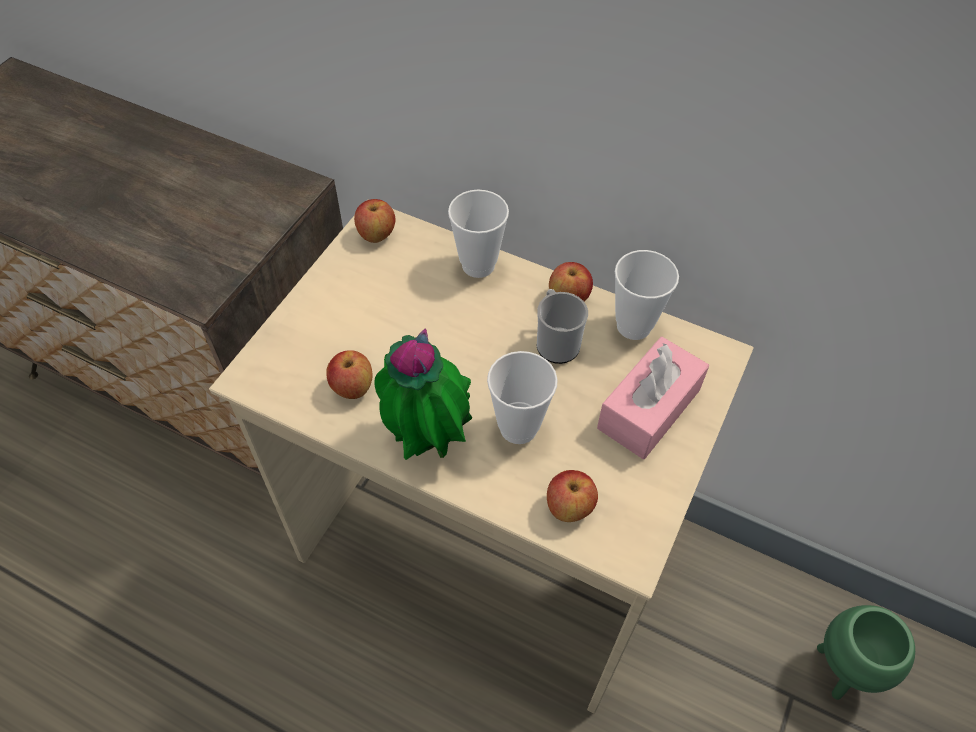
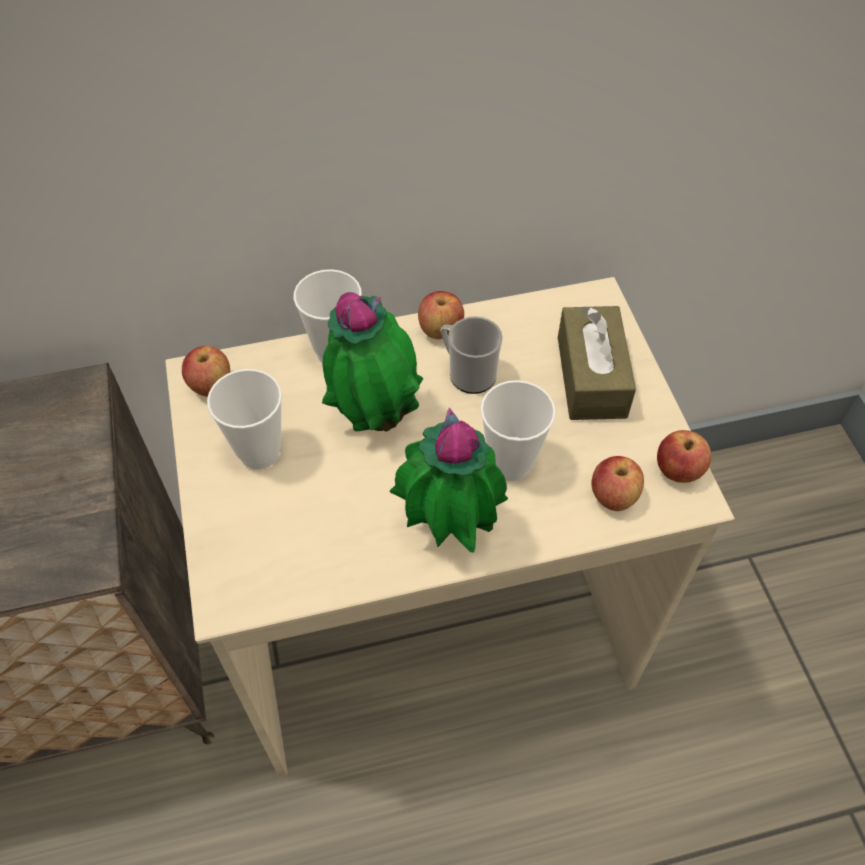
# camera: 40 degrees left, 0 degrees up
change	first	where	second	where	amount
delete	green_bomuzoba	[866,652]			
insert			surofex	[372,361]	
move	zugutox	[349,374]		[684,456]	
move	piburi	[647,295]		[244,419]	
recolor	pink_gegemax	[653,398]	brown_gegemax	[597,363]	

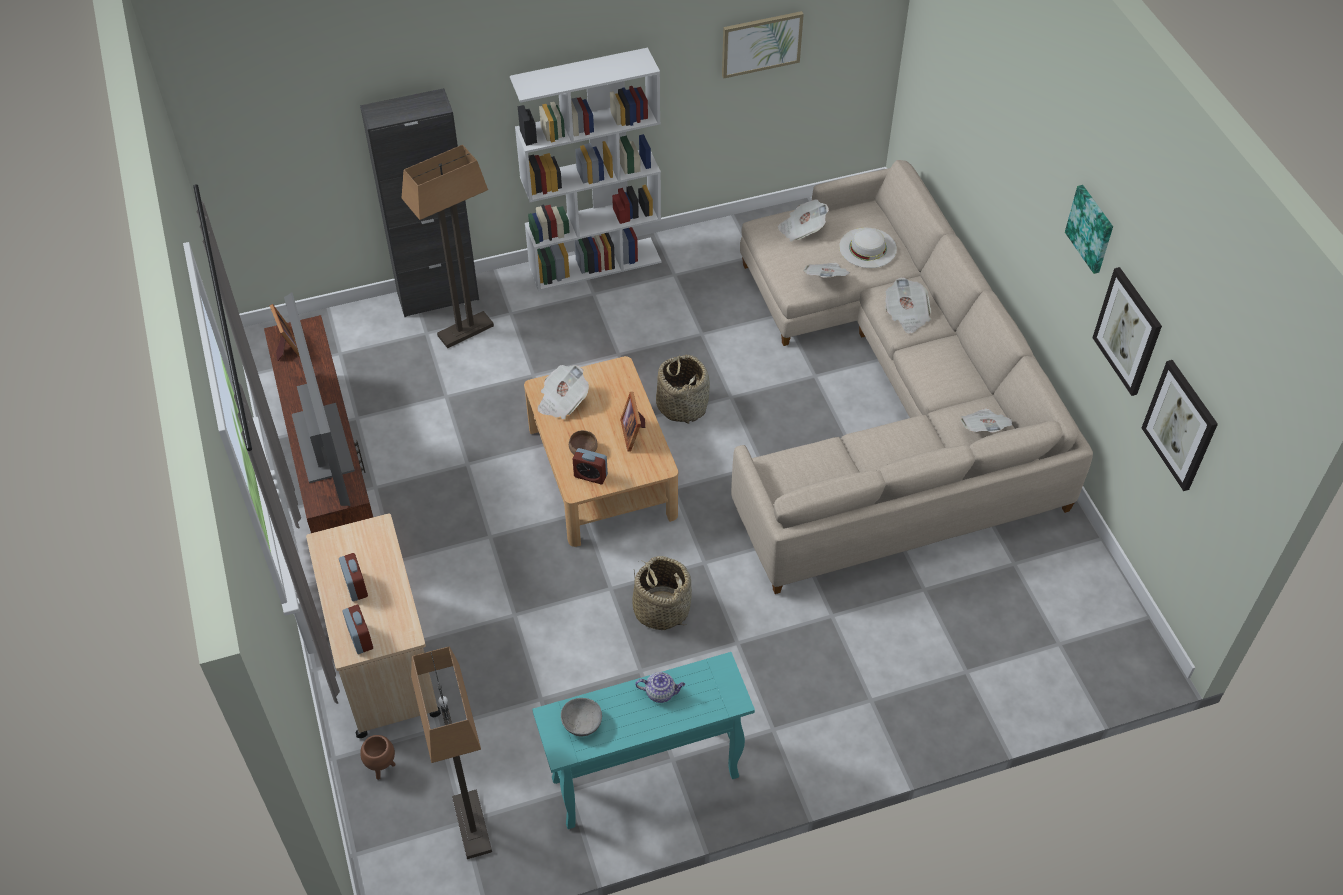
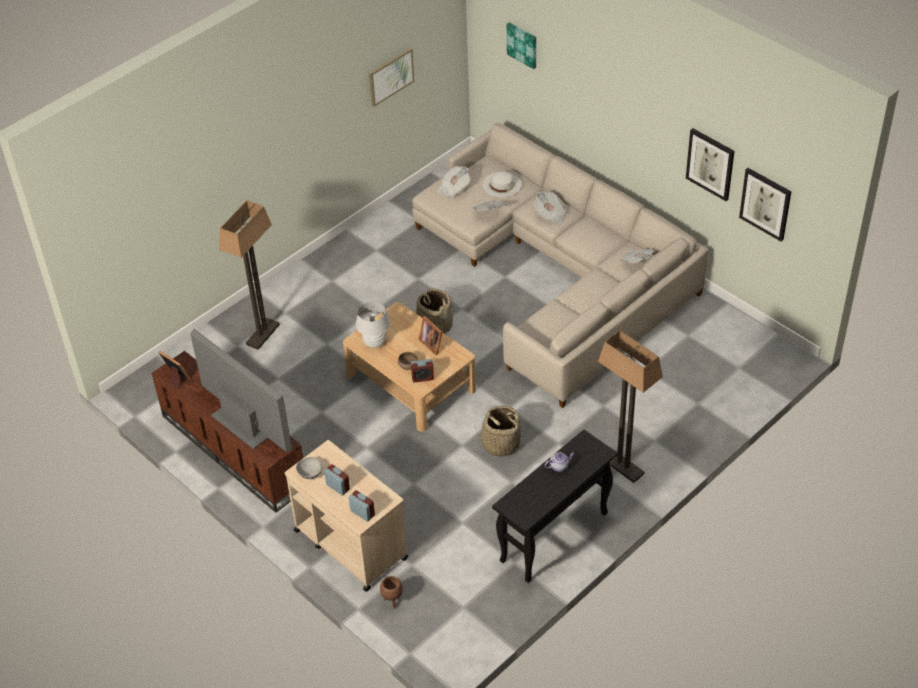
# camera: 25 degrees left, 5 degrees down
change	first	where	second	where	amount
delete	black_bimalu	[419,202]			
delete	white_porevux	[585,169]			
move	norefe	[451,752]		[630,407]	
move	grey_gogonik	[581,717]		[309,468]	
move	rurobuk	[1089,229]		[521,45]	
replace	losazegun	[563,392]	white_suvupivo	[372,324]	
recolor	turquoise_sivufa	[643,740]	black_sivufa	[554,506]	

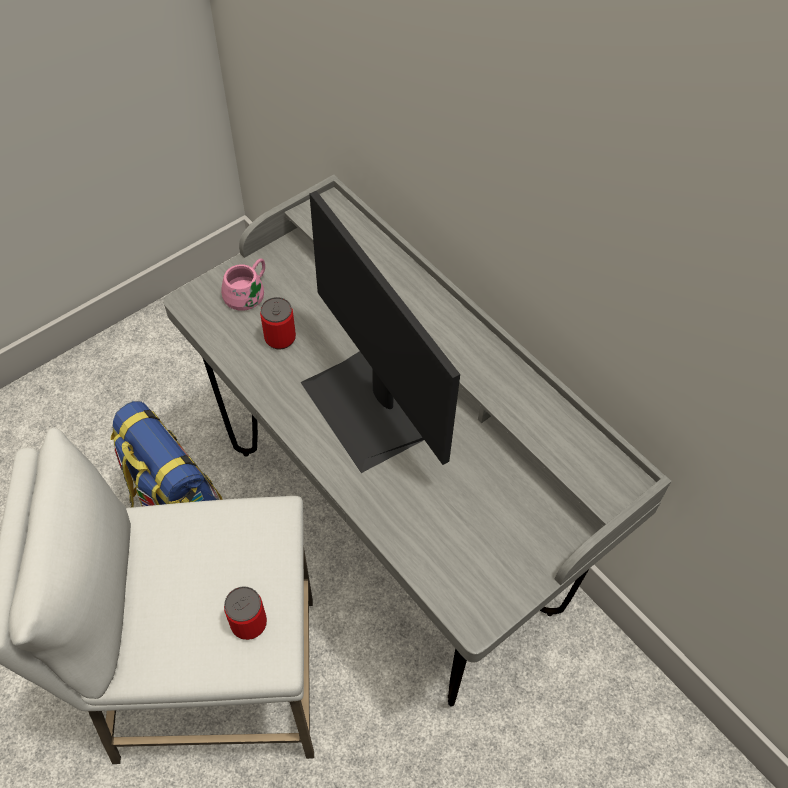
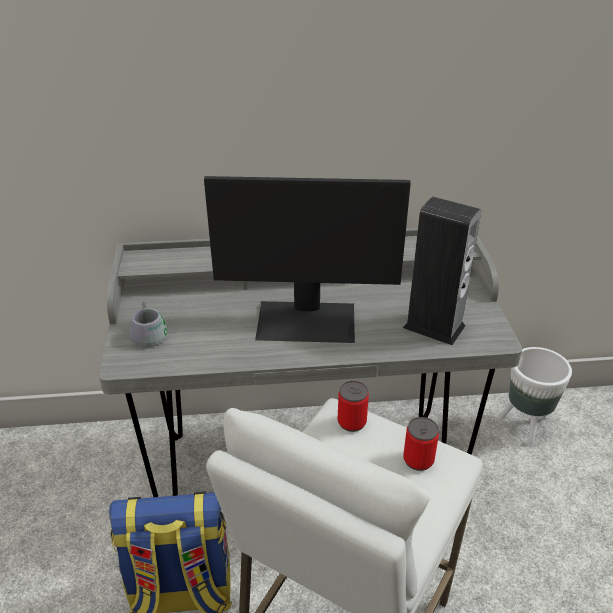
# camera: 55 degrees left, 20 degrees down
change	first	where	second	where	amount
insert			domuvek	[442,271]	
insert			white_bomuzoba	[535,397]	
move	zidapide	[278,323]		[353,406]	
recolor	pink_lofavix	[243,285]	grey_lofavix	[151,324]	

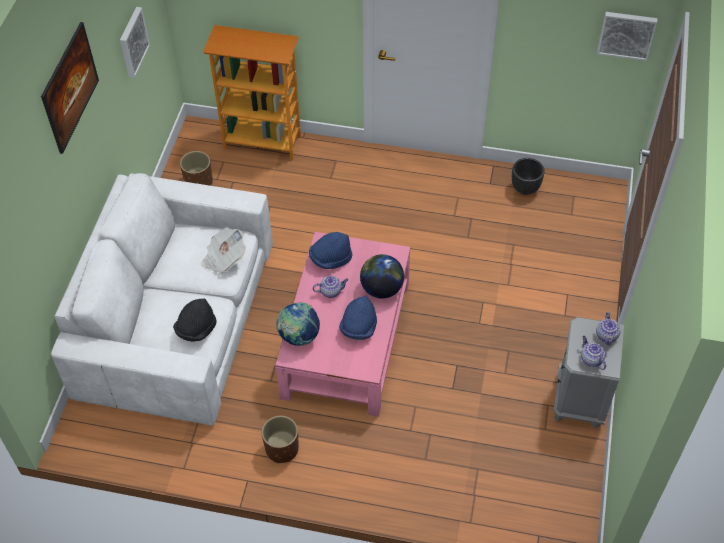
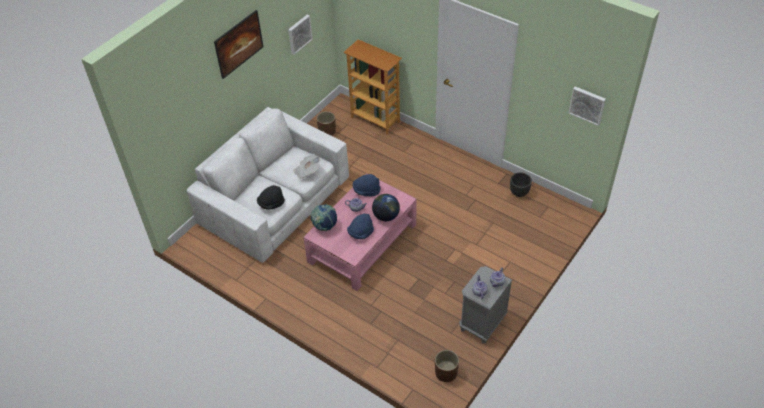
# camera: 25 degrees right, 5 degrees down
change	first	where	second	where	amount
move	brown_bomuzoba	[280,439]		[447,366]	

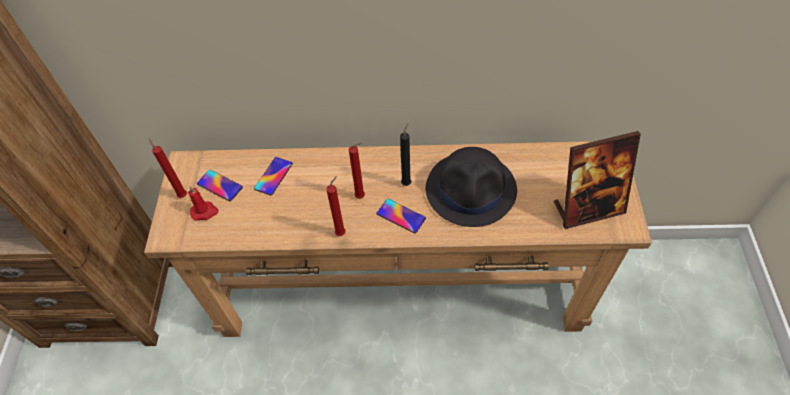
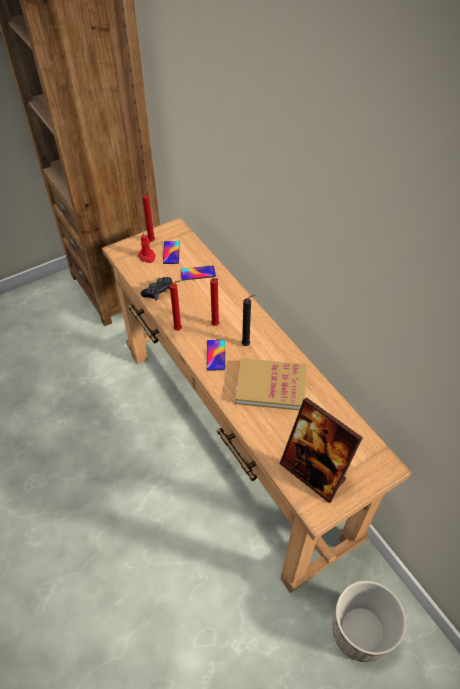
# camera: 55 degrees right, 5 degrees down
change	first	where	second	where	amount
insert			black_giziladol	[157,288]	
insert			bomuzoba	[369,621]	
replace	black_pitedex	[471,187]	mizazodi	[270,384]	

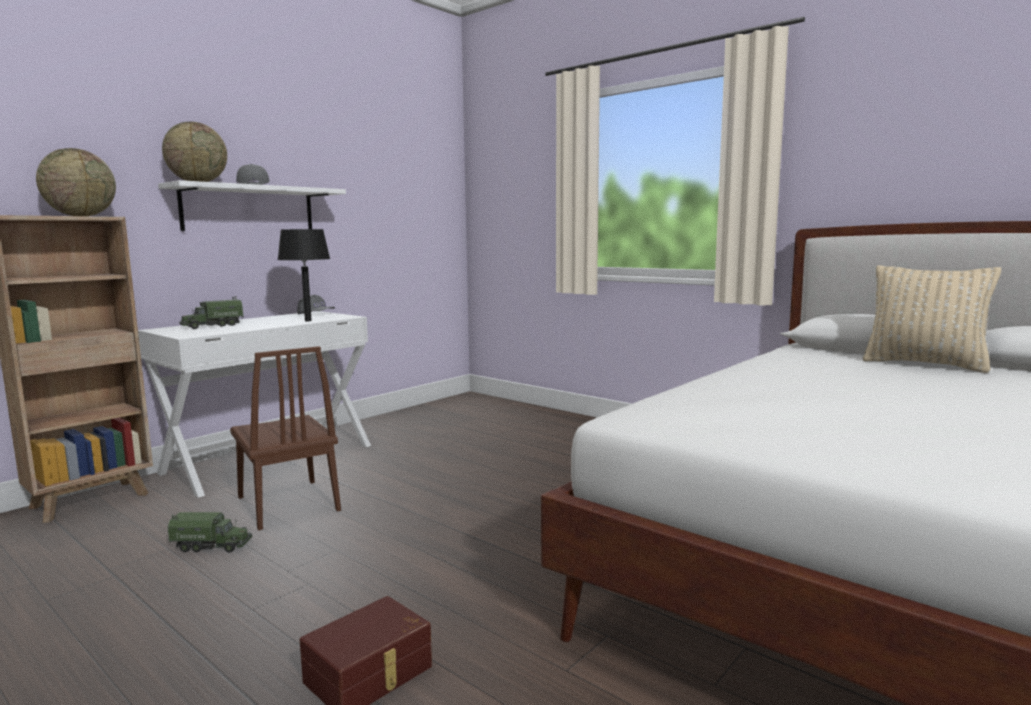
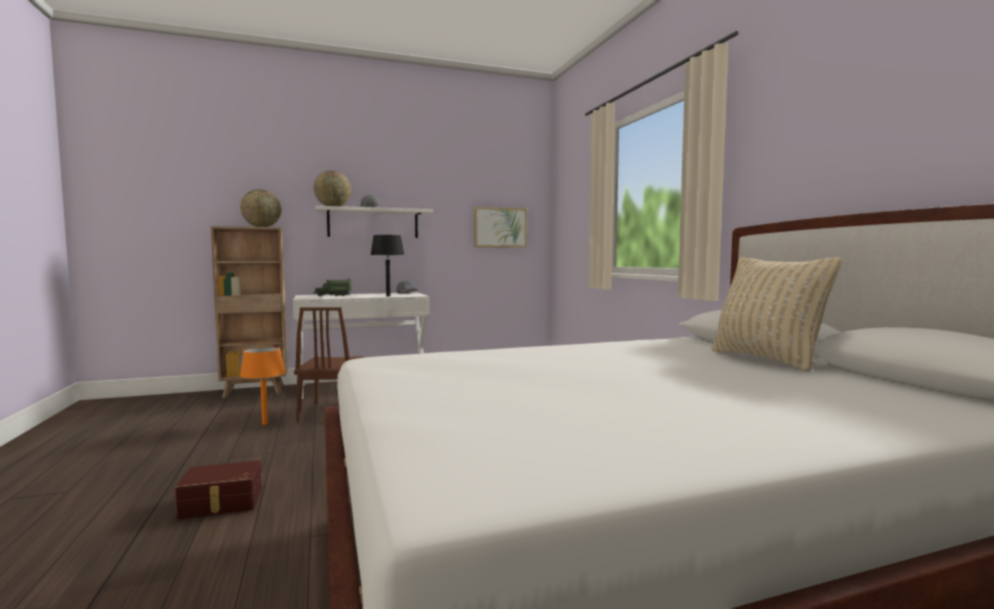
# camera: 30 degrees right, 5 degrees down
change	first	where	second	where	amount
insert			rurobuk	[500,227]	
replace	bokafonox	[210,532]	orange_suvupivo	[263,386]	

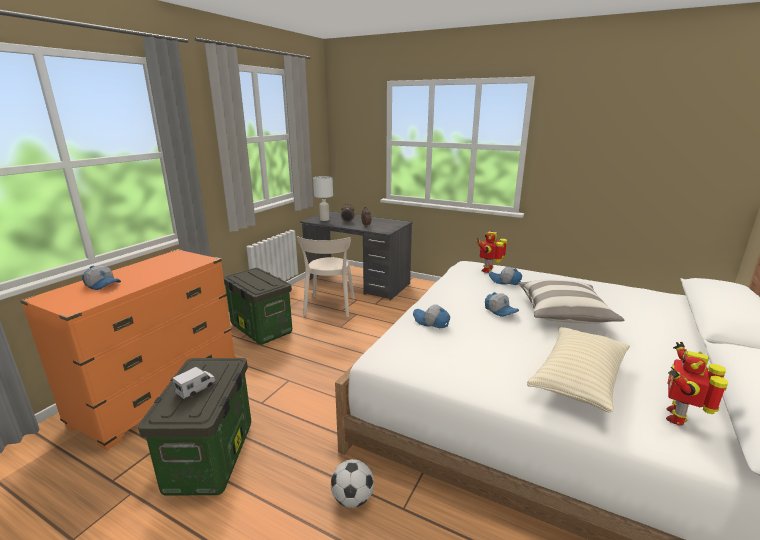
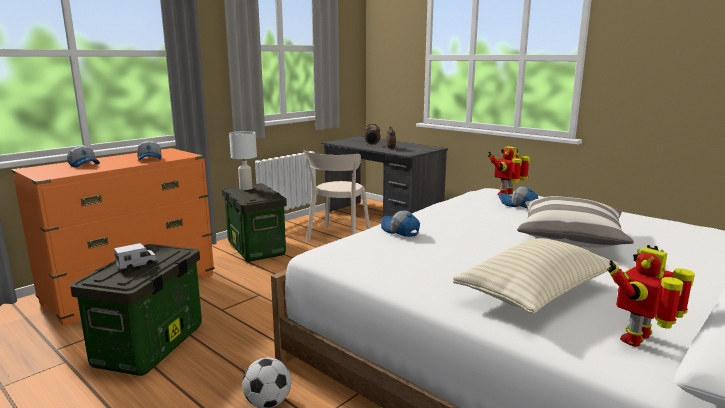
# camera: 15 degrees right, 5 degrees down
change	first	where	second	where	amount
move	white_suvupivo	[323,198]		[243,160]	
move	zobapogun	[502,304]		[149,151]	

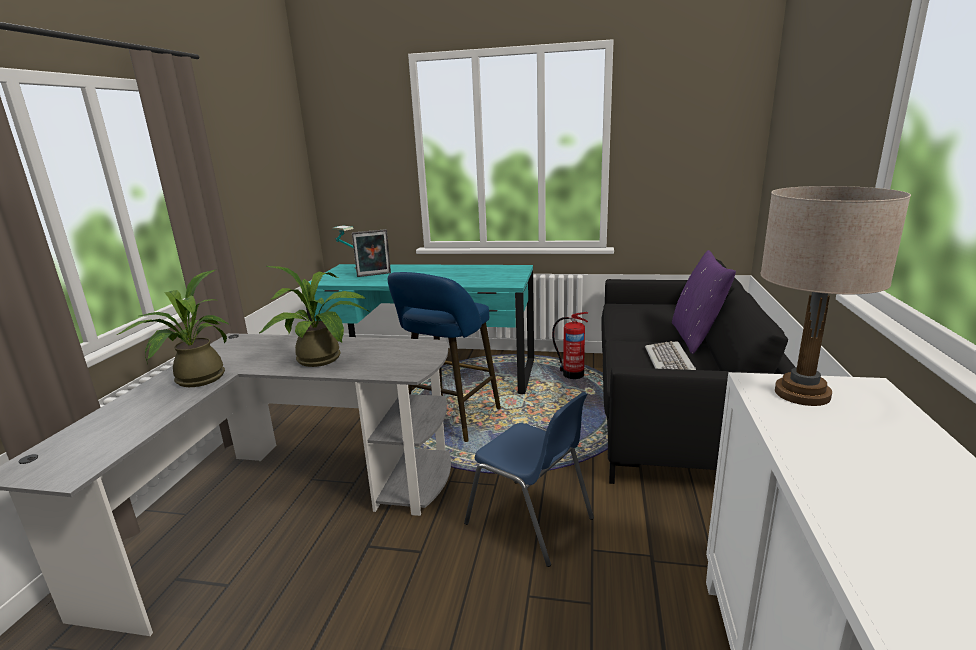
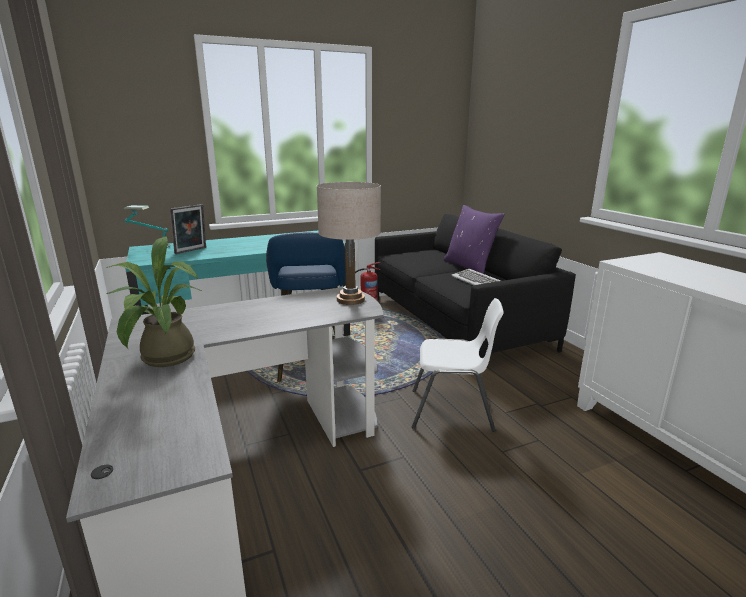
# camera: 35 degrees left, 0 degrees up
change	first	where	second	where	amount
delete	surofex	[313,316]			
move	beige_suvupivo	[835,296]		[349,243]	
recolor	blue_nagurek	[529,479]	white_nagurek	[458,365]	

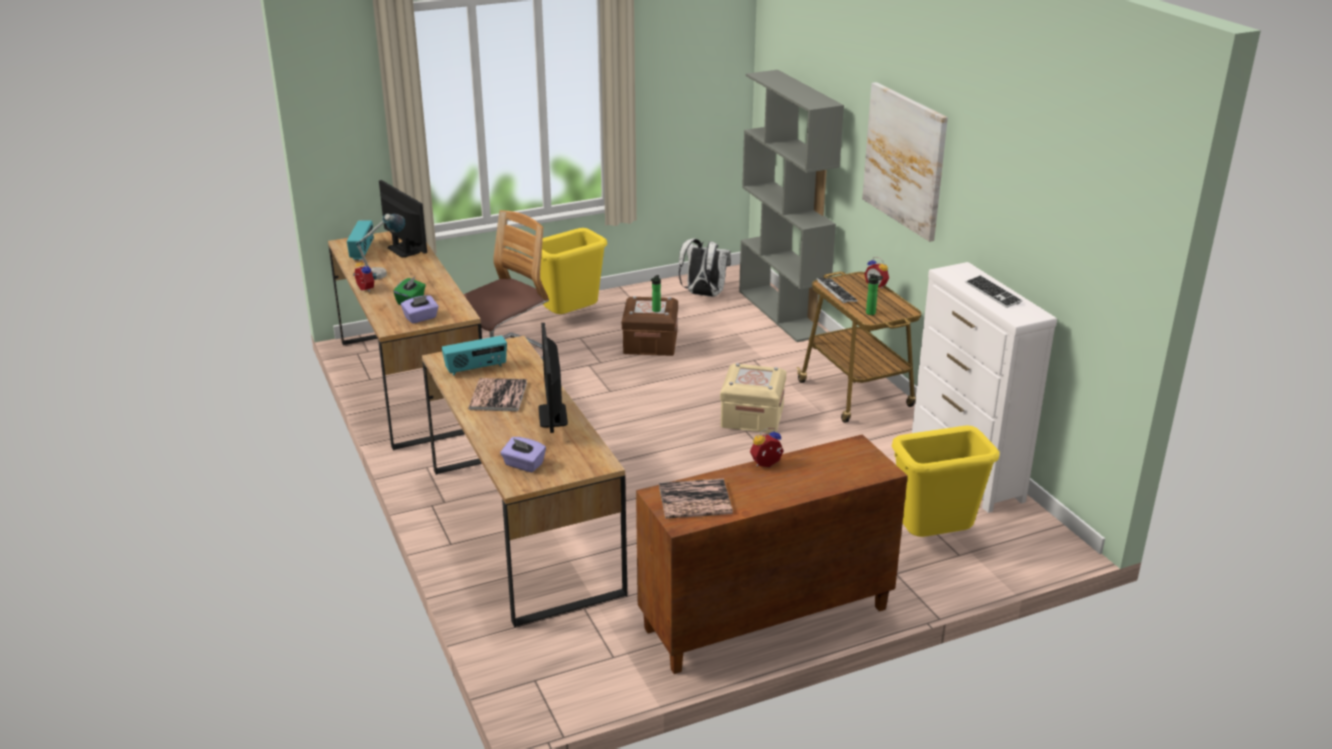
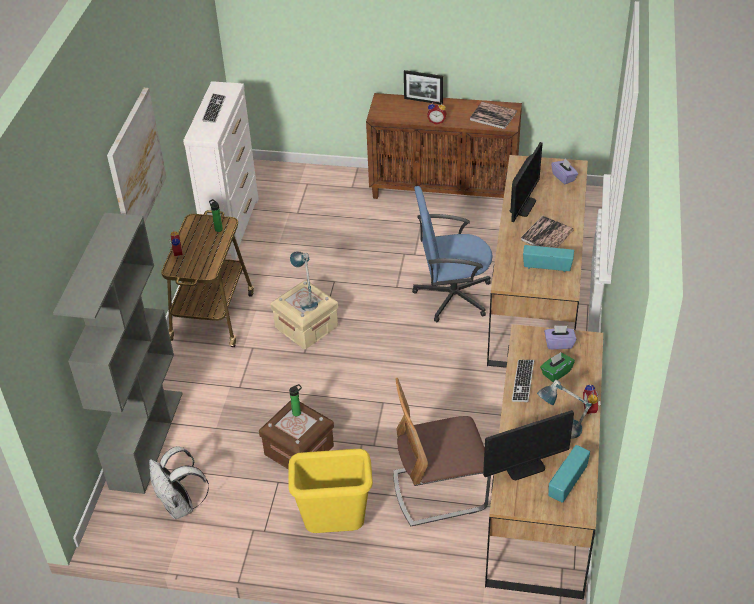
# camera: 145 degrees left, 15 degrees up
change	first	where	second	where	amount
delete	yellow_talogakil	[946,481]			
insert			suvupivo	[304,281]	
insert			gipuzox	[423,87]	
insert			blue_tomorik	[452,254]	
move	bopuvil	[837,290]		[523,381]	
rotate	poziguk	[403,218]		[528,445]	105 degrees counterclockwise

